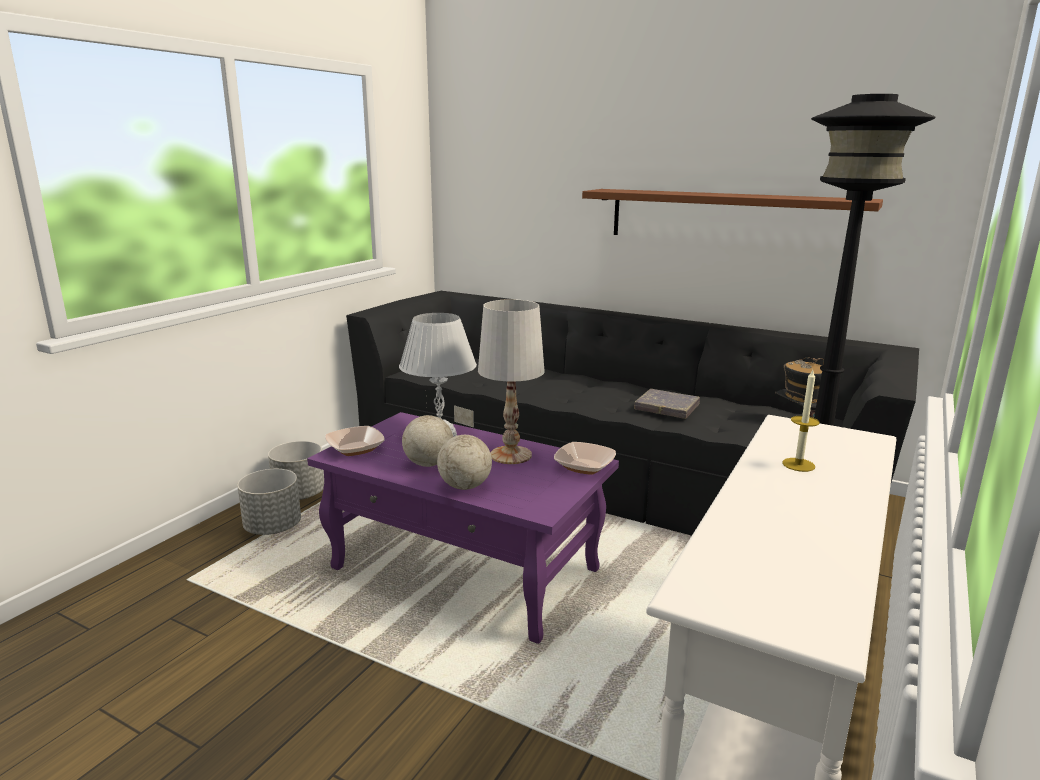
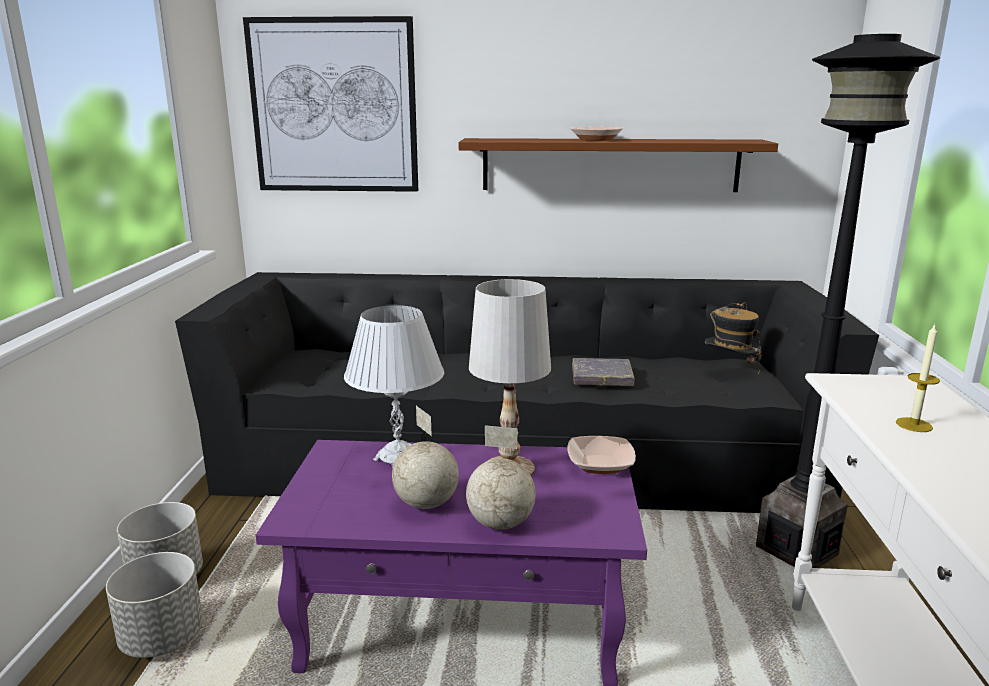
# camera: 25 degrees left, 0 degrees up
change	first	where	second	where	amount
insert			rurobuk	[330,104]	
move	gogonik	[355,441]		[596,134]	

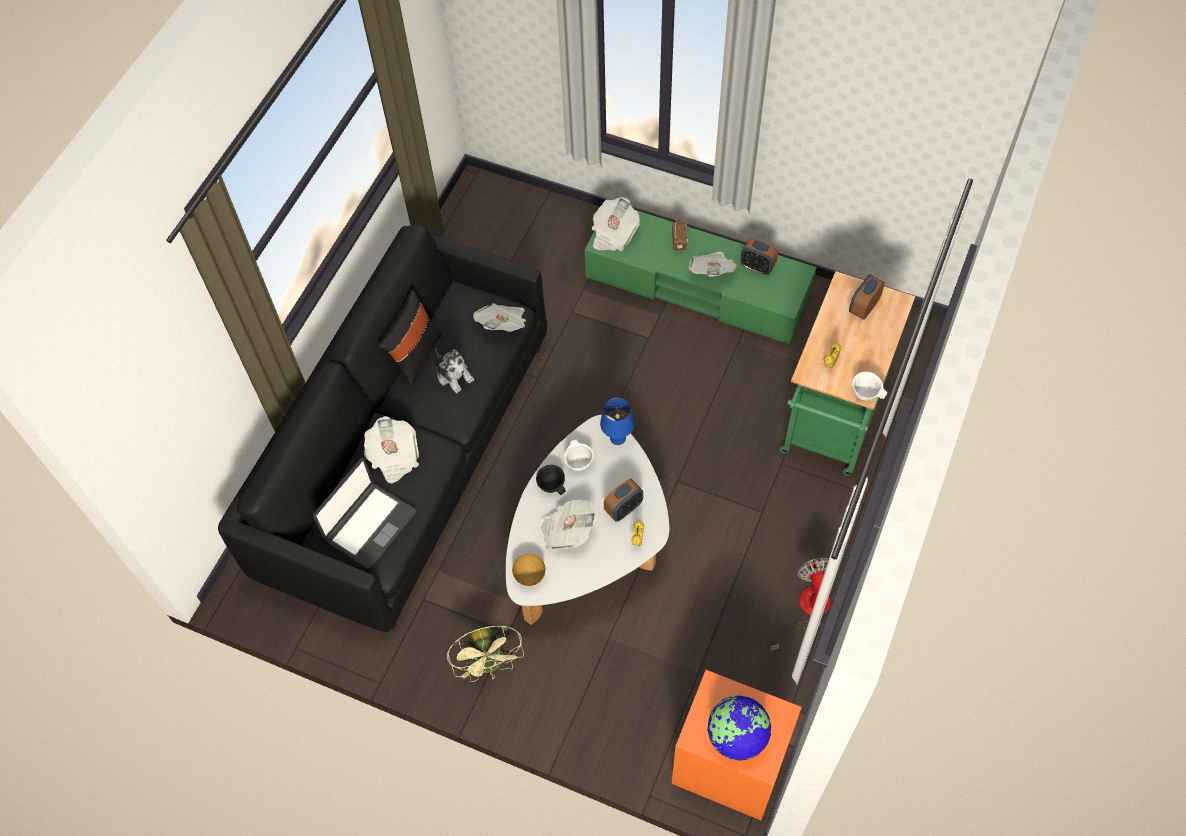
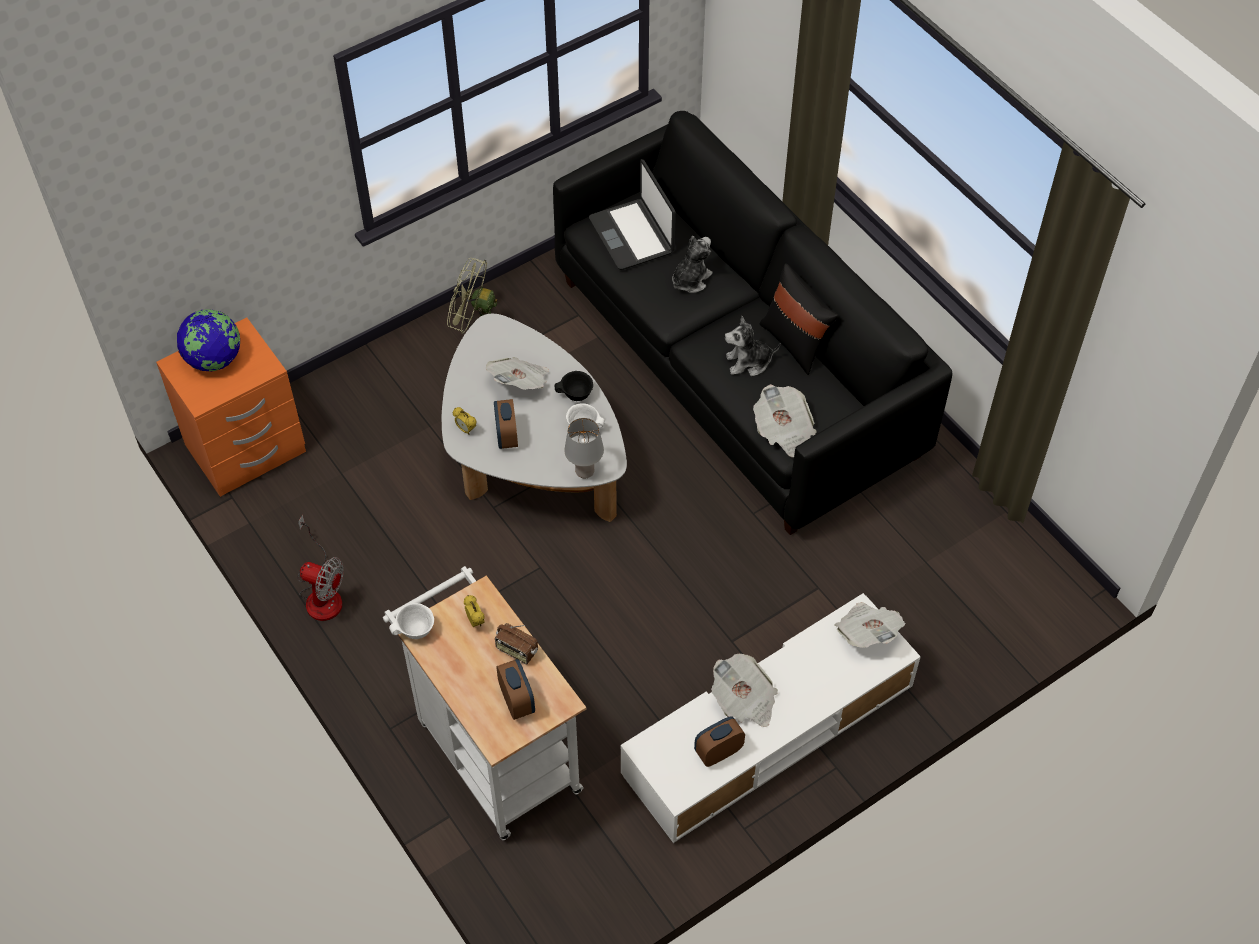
# camera: 120 degrees right, 5 degrees down
change	first	where	second	where	amount
delete	gogonik	[528,570]			
move	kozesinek	[680,235]		[516,643]	
replace	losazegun	[391,450]	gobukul	[692,264]	
recolor	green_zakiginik	[701,277]	white_zakiginik	[771,718]	
recolor	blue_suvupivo	[617,421]	grey_suvupivo	[584,448]	
recolor	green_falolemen	[847,373]	white_falolemen	[484,703]	

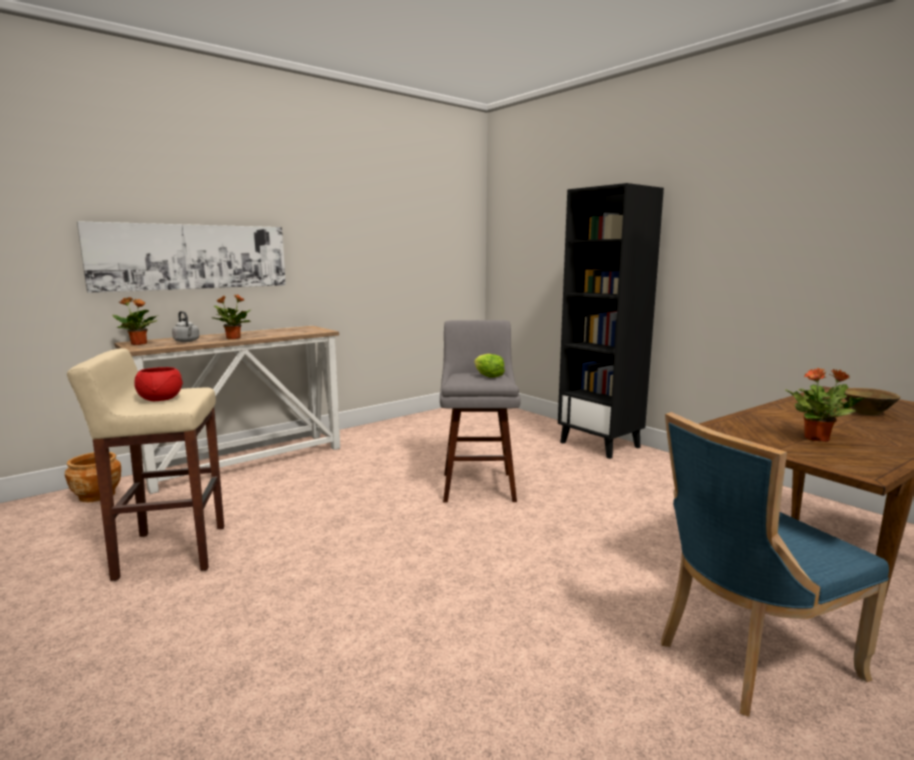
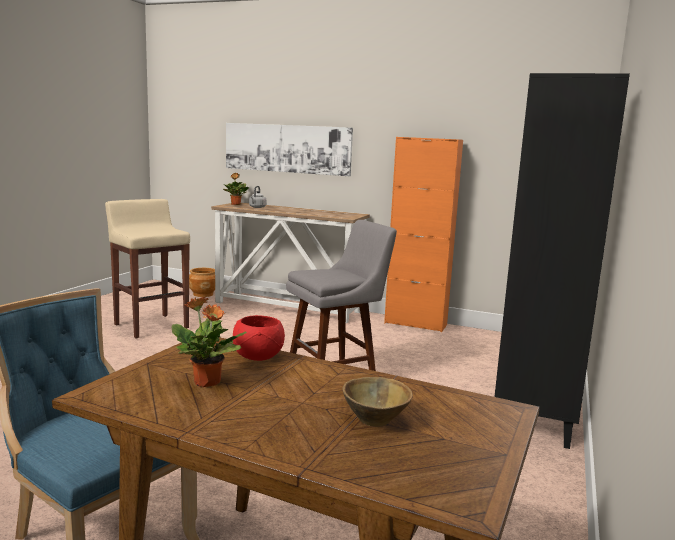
# camera: 60 degrees right, 0 degrees up
change	first	where	second	where	amount
delete	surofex	[231,316]			
delete	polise	[489,366]			
insert			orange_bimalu	[423,234]	
move	red_gogonik	[158,384]		[259,338]	

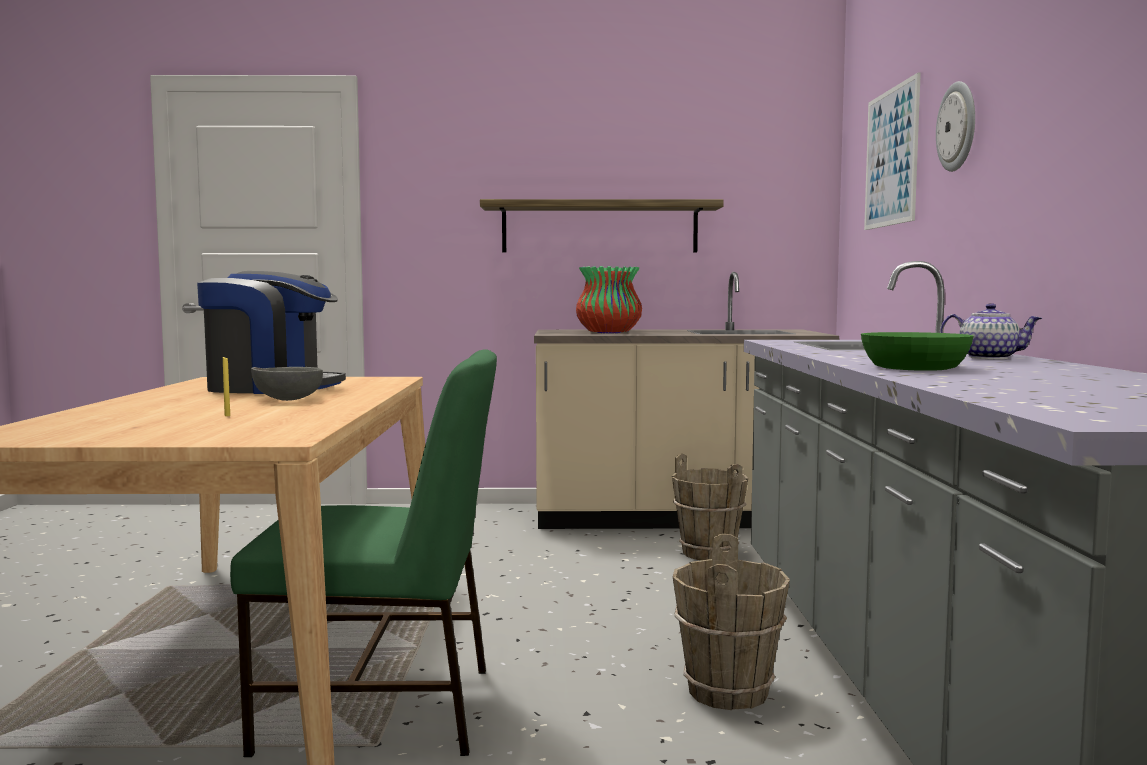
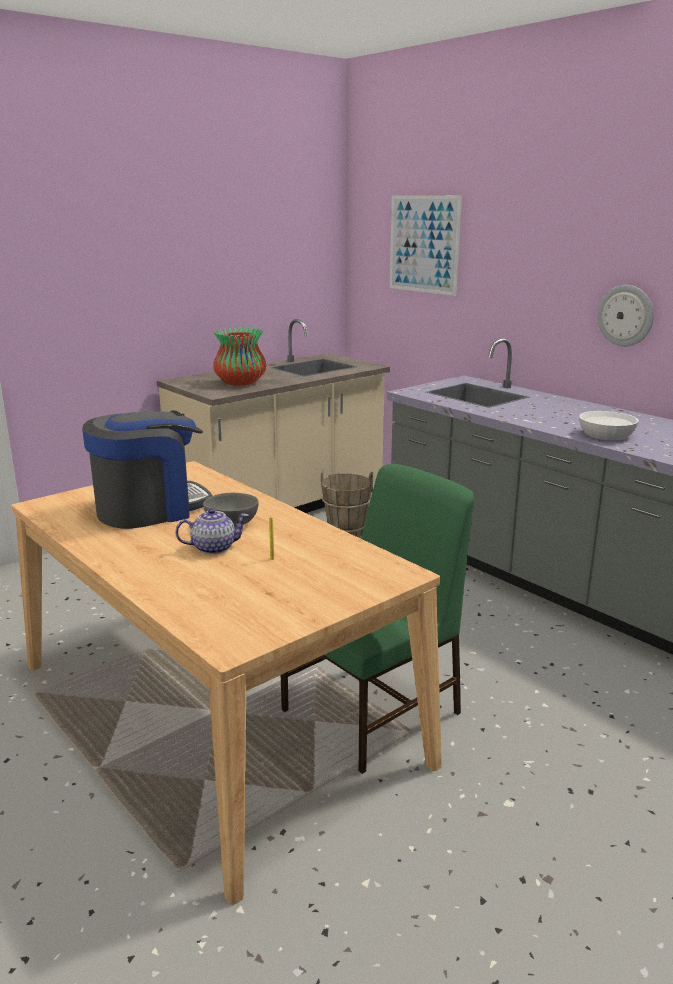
# camera: 40 degrees left, 15 degrees up
change	first	where	second	where	amount
delete	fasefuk	[602,225]			
delete	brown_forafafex	[731,622]			
move	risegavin	[955,126]		[625,316]	
move	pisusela	[991,331]		[212,531]	
recolor	green_gogonik	[917,351]	white_gogonik	[609,425]	

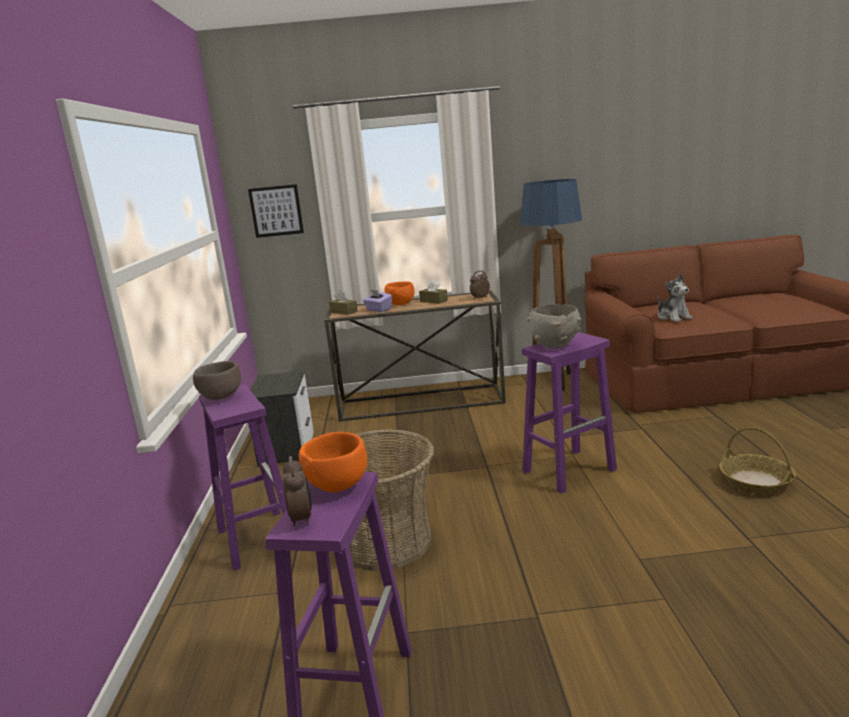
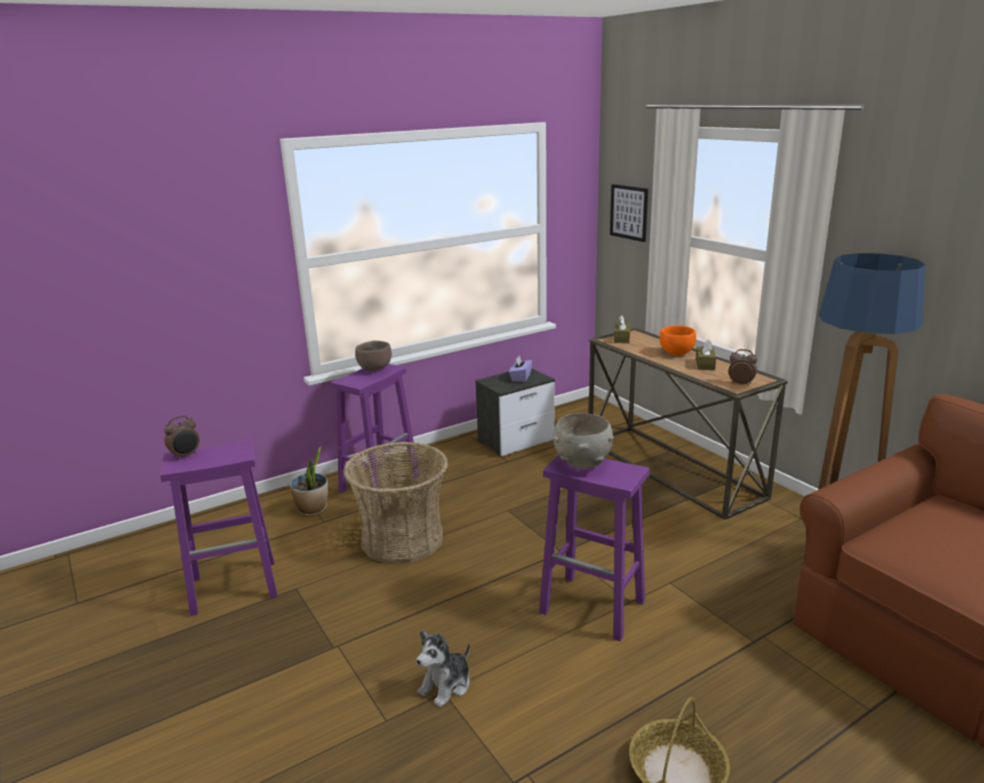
# camera: 60 degrees right, 5 degrees up
change	first	where	second	where	amount
delete	orange_gogonik	[333,462]			
insert			surofex	[309,481]	
move	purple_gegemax	[377,300]		[520,368]	
move	gobukul	[674,298]		[443,669]	

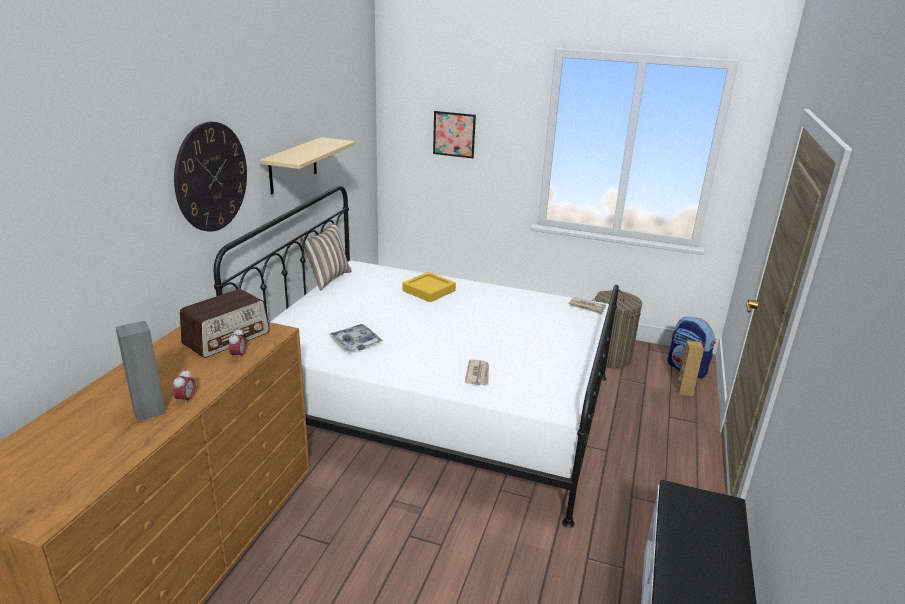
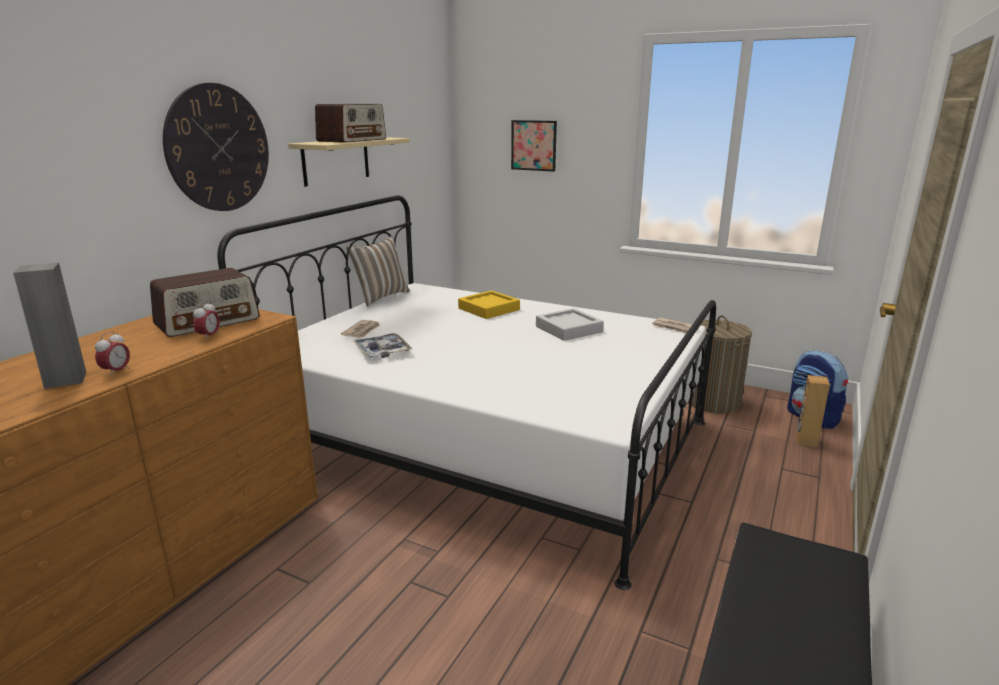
# camera: 10 degrees right, 5 degrees down
change	first	where	second	where	amount
insert			kozesinek	[350,123]	
insert			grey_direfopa	[570,324]	
move	losazegun	[477,372]		[360,328]	

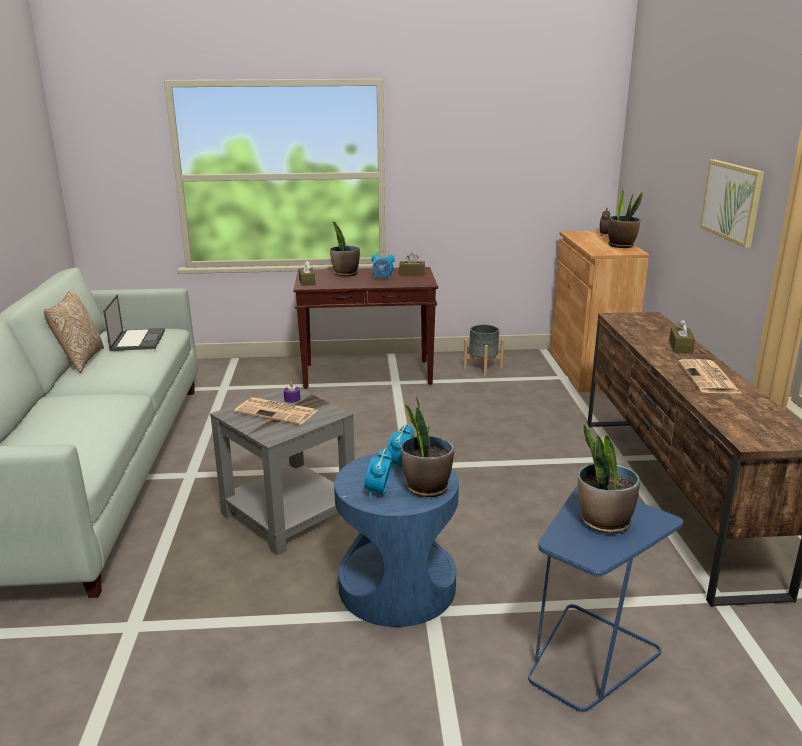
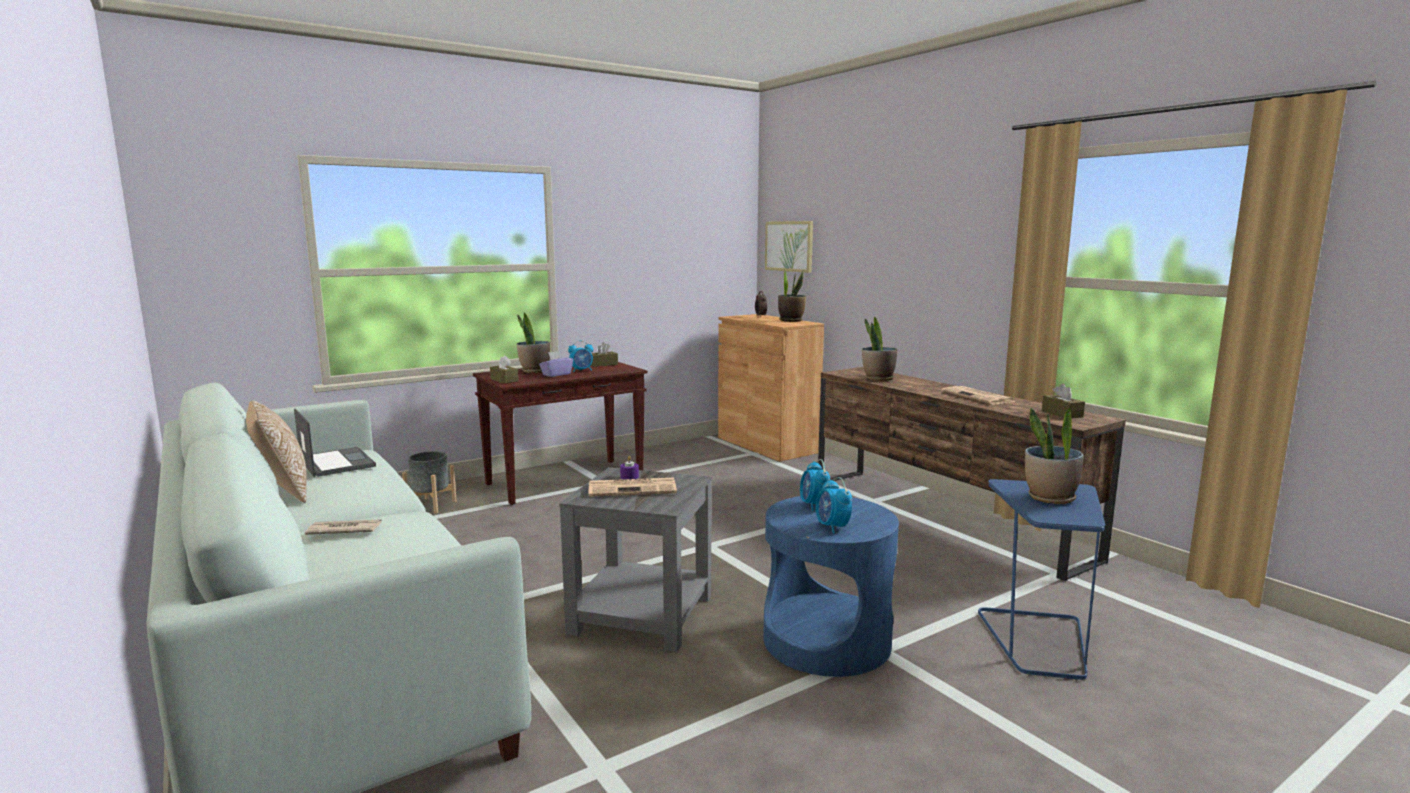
# camera: 30 degrees left, 10 degrees down
change	first	where	second	where	amount
insert			losazegun	[343,527]	
insert			purple_gegemax	[556,364]	
move	surofex	[427,446]		[879,349]	
move	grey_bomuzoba	[483,350]		[429,482]	
move	brown_gegemax	[682,336]		[1063,401]	
move	rurobuk	[732,203]		[789,247]	

